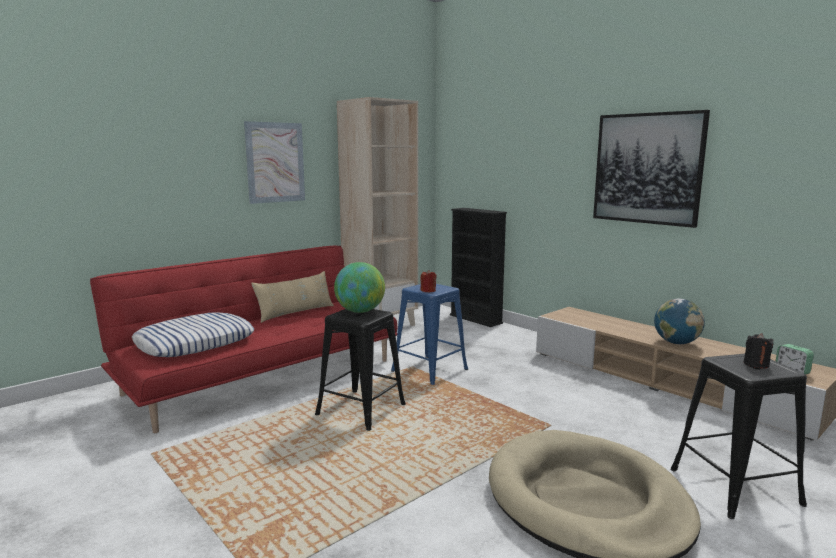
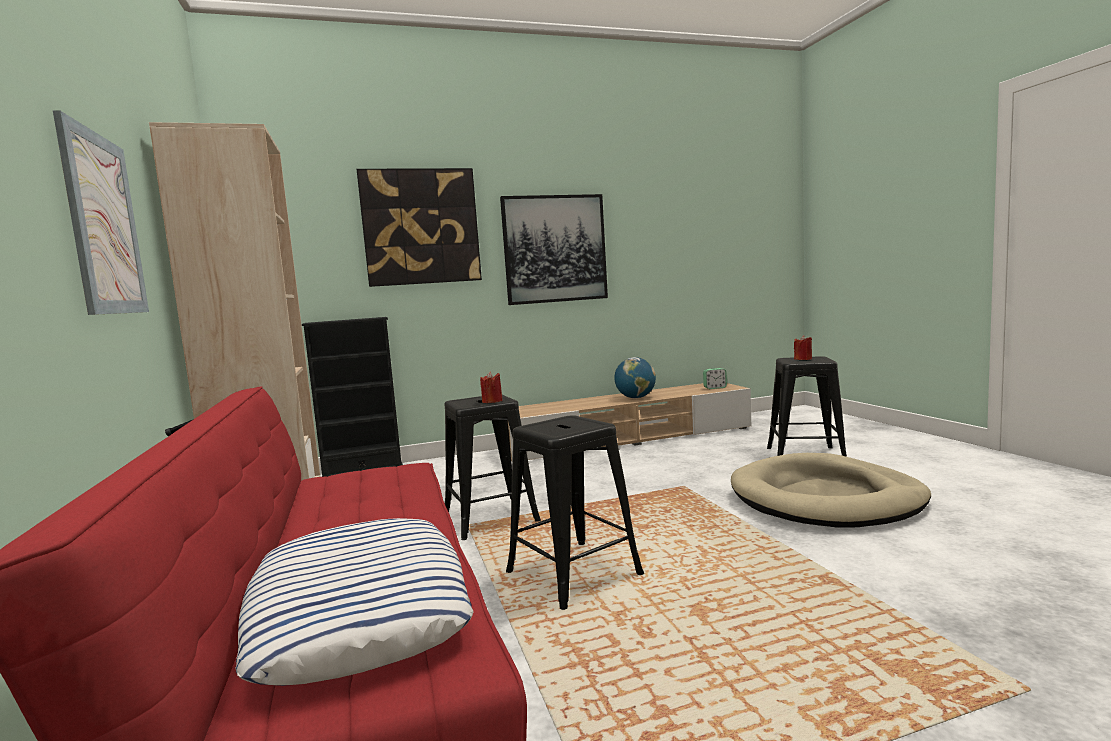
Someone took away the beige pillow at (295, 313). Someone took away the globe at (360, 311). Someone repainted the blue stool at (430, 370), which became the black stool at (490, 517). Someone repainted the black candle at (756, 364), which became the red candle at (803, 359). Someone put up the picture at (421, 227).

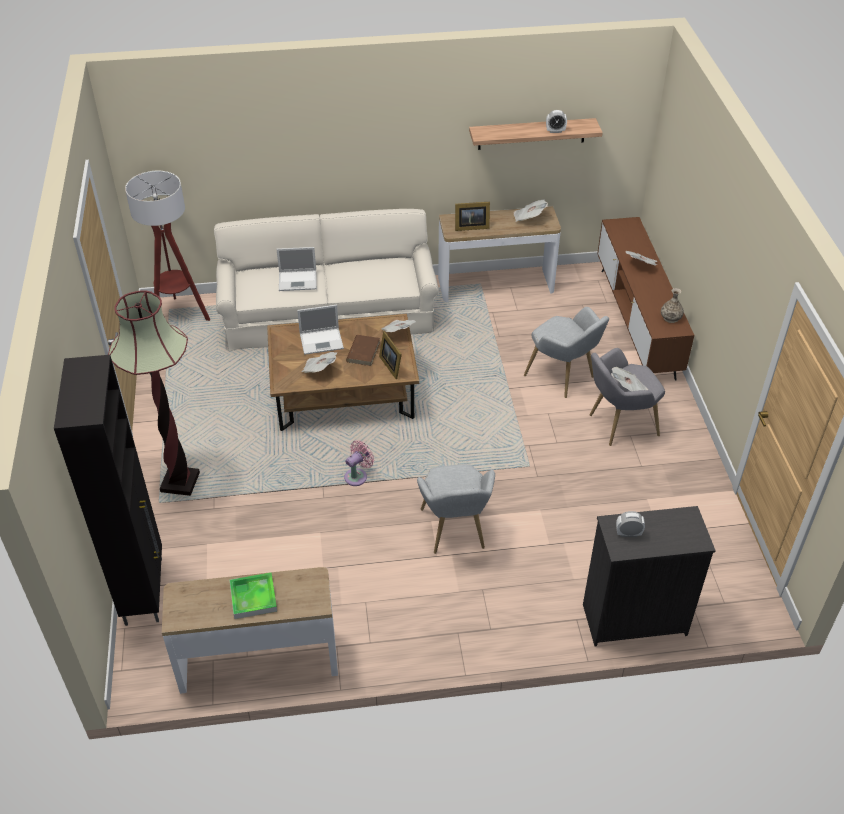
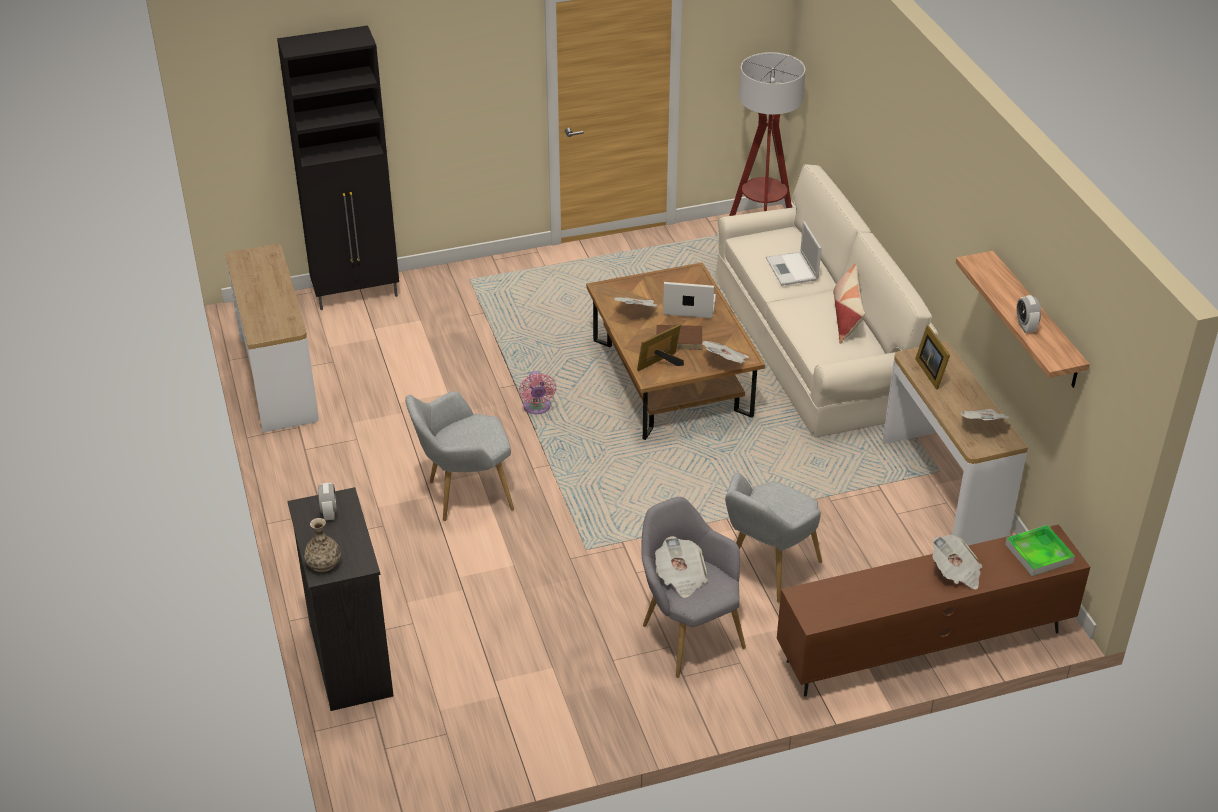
Someone took away the floor lamp at (180, 482). Someone carried the tray from (253, 597) to (1039, 553). Someone rotated the laptop at (322, 341) by 120 degrees clockwise. Someone rotated the pink fan at (357, 476) by 45 degrees clockwise. Someone carried the vase from (670, 317) to (323, 563). Someone put down the pillow at (847, 317).

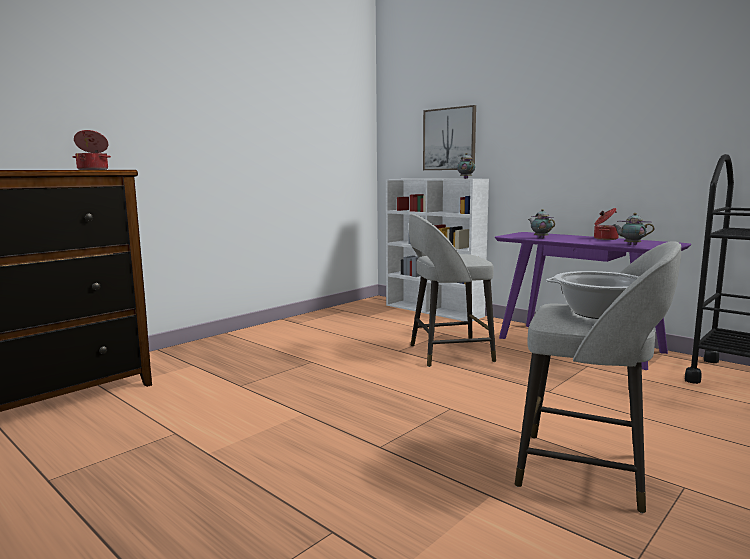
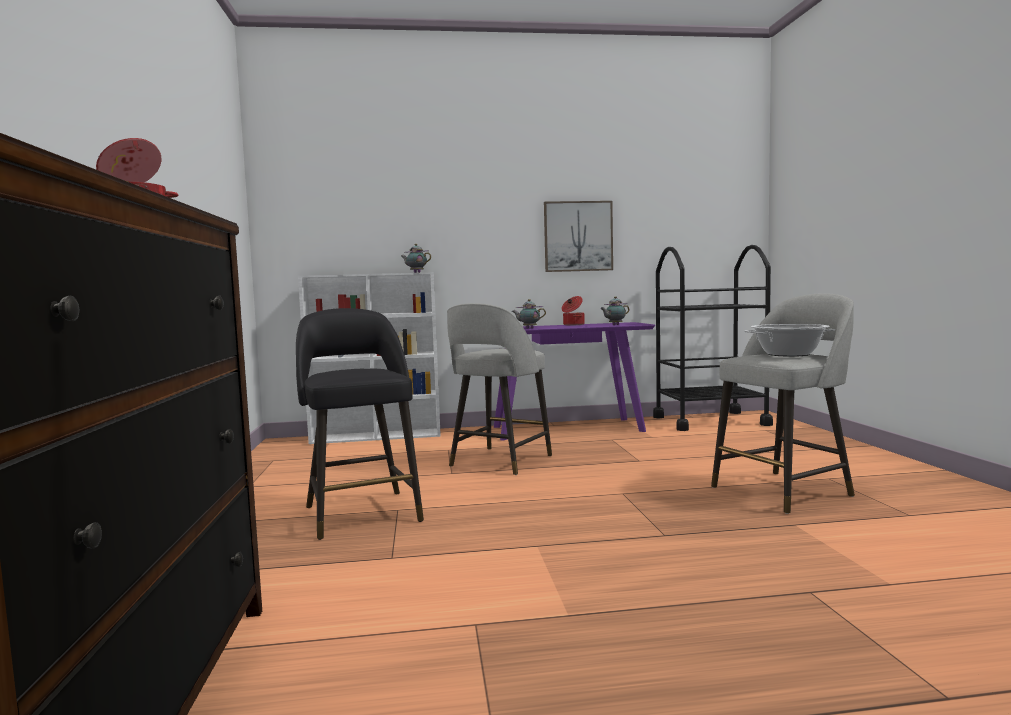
Someone carried the picture from (449, 139) to (578, 236). Someone put down the black stool at (362, 512).

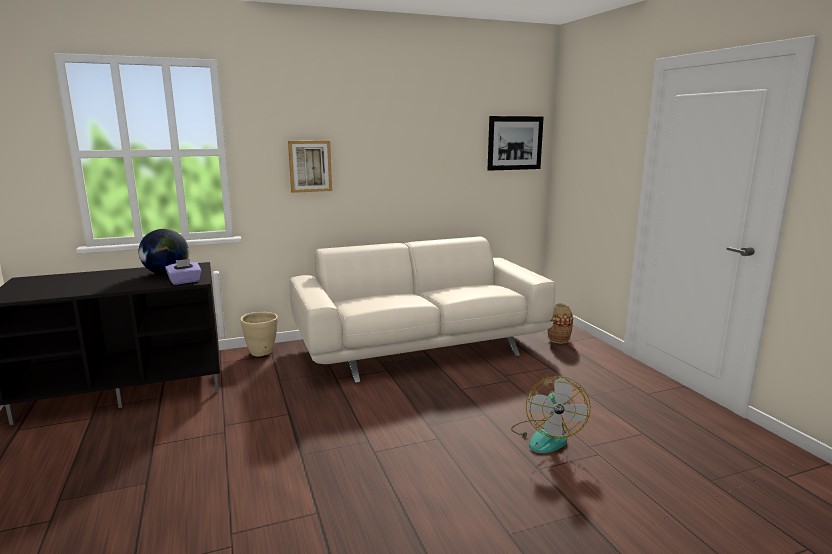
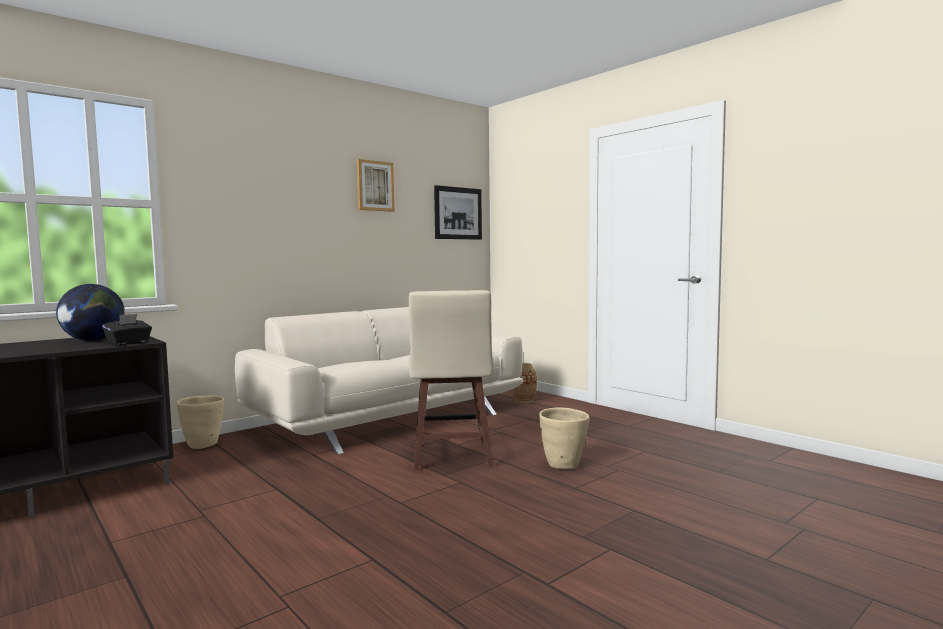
Someone repainted the purple tissue box at (185, 281), which became the black tissue box at (129, 343). Someone carried the picture from (310, 166) to (375, 186). Someone swapped the fan at (546, 436) for the beige planter at (564, 465). Someone put down the beige stool at (451, 456).

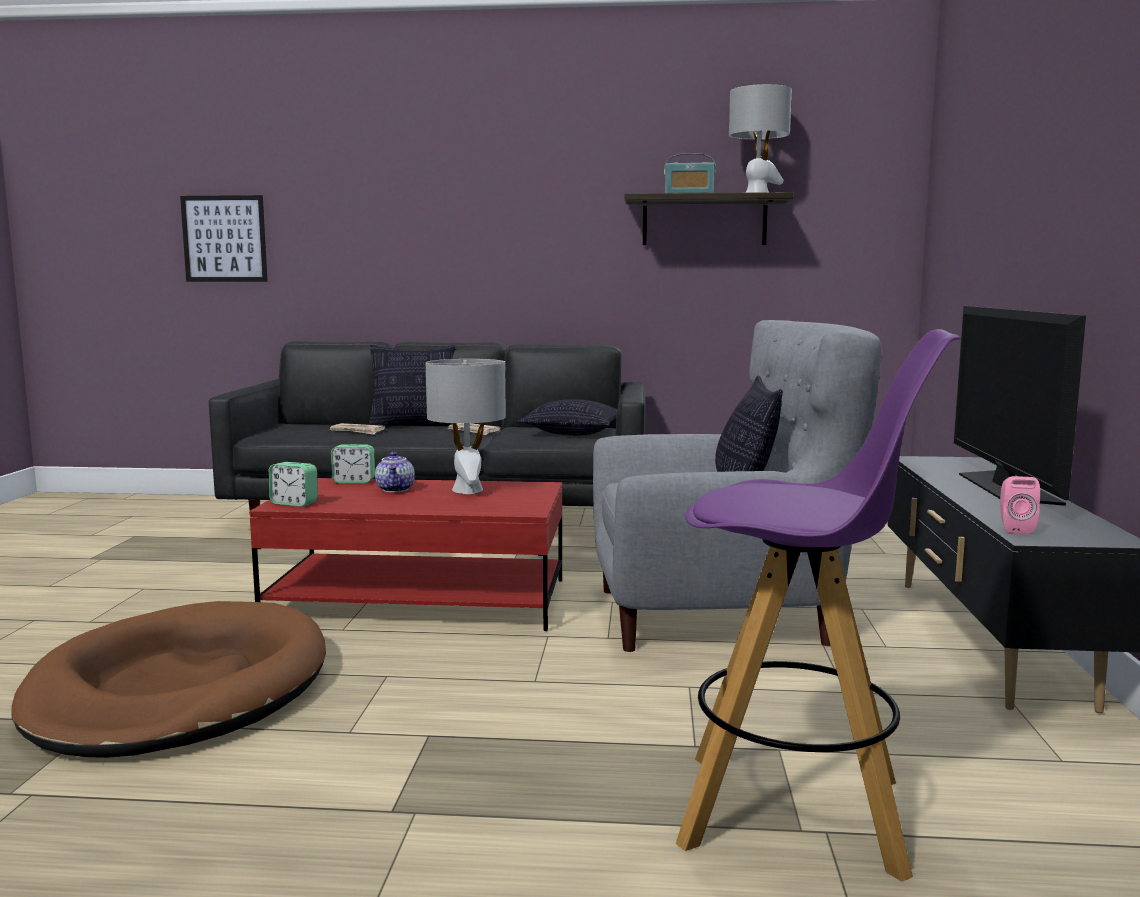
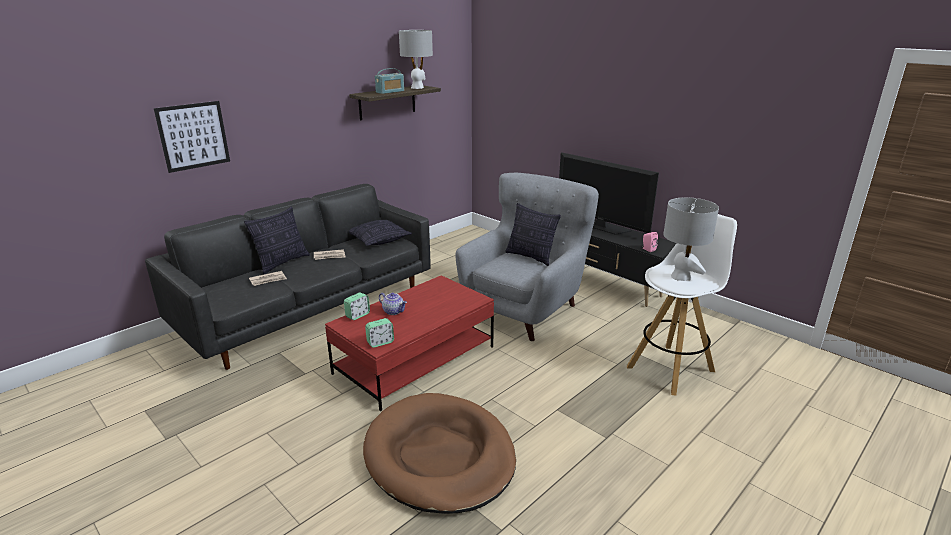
Someone carried the picture from (224, 239) to (193, 136). Someone carried the grey table lamp from (467, 490) to (681, 277). Someone repainted the purple stool at (796, 813), which became the white stool at (671, 368).

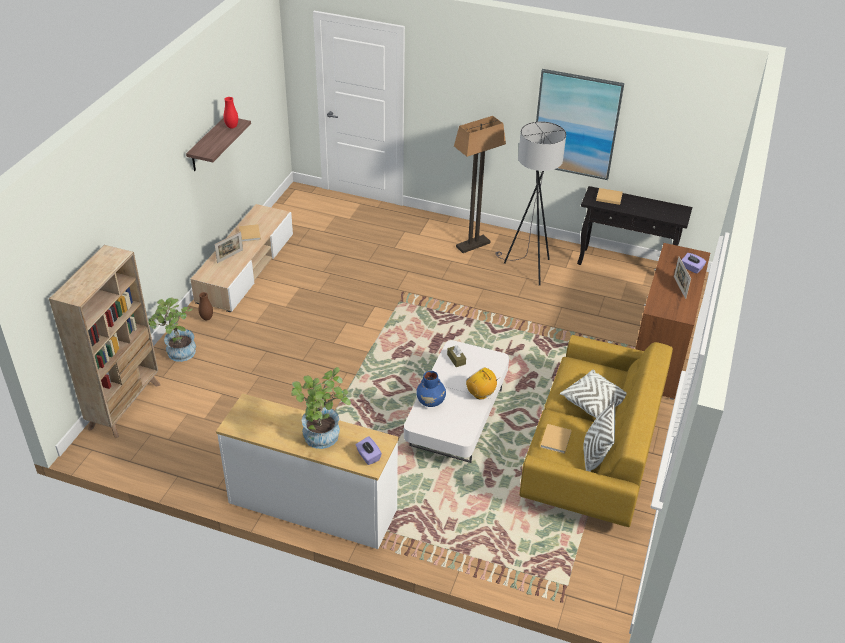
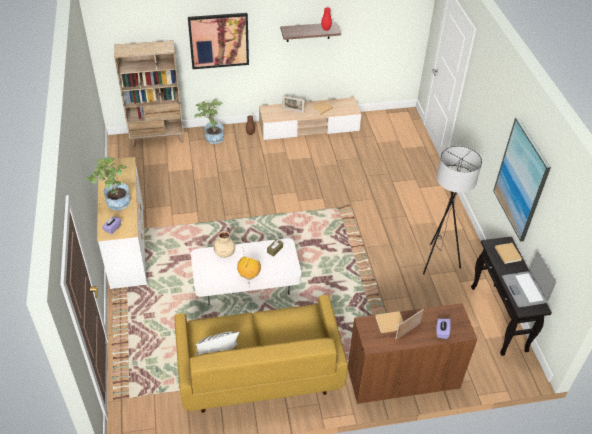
Someone repainted the blue vase at (431, 401), which became the beige vase at (224, 253). Someone took away the floor lamp at (473, 245). Someone carried the beige book from (555, 440) to (389, 323). Someone took away the white pillow at (594, 402). Someone put up the picture at (219, 40). Someone put down the laptop at (524, 289).

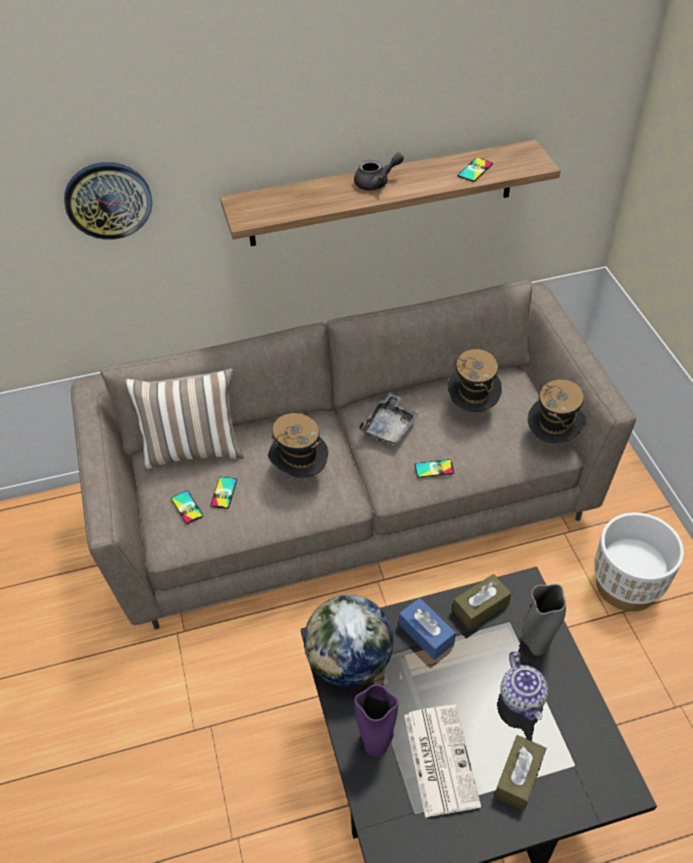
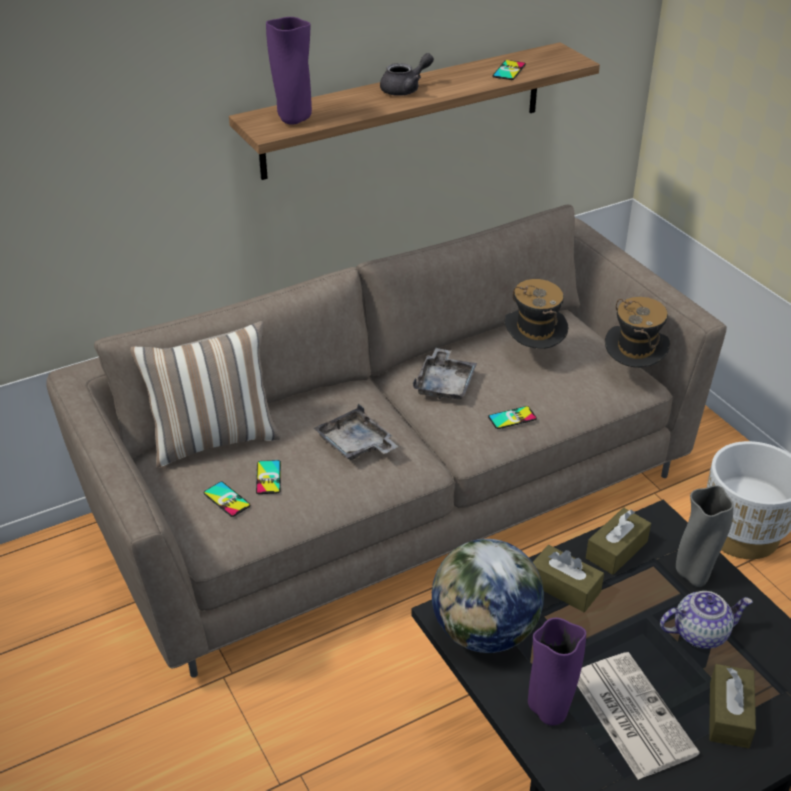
Someone took away the wall clock at (108, 200). Someone swapped the hat at (300, 474) for the grey tray at (355, 445). Someone repainted the blue tissue box at (426, 634), which became the brown tissue box at (564, 587). Someone rotated the teapot at (522, 698) by 75 degrees counterclockwise. Someone put down the purple vase at (293, 120).

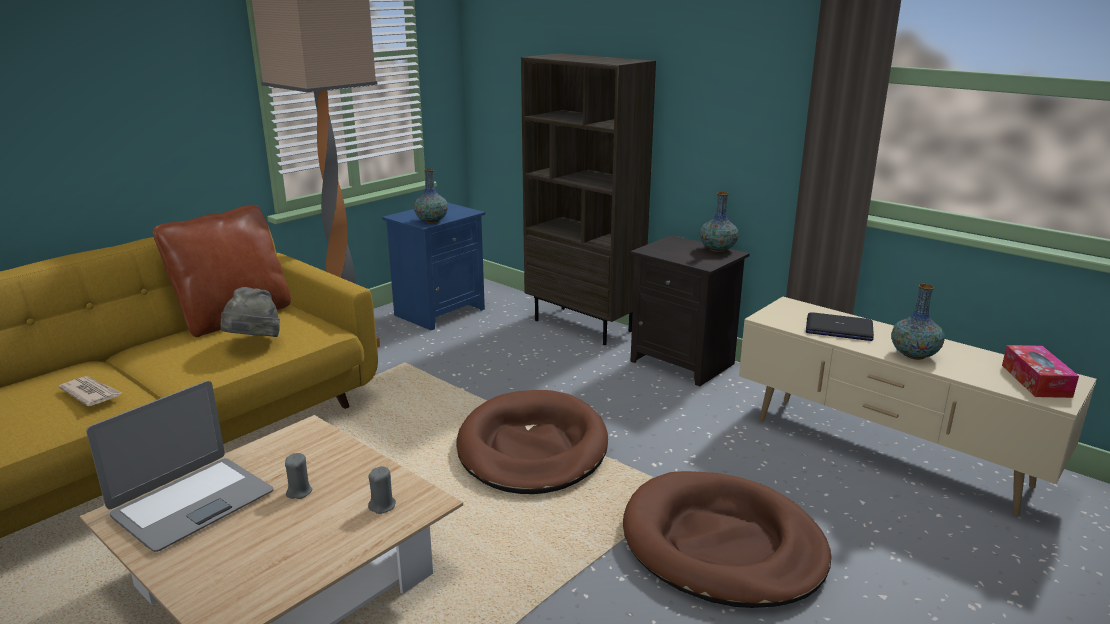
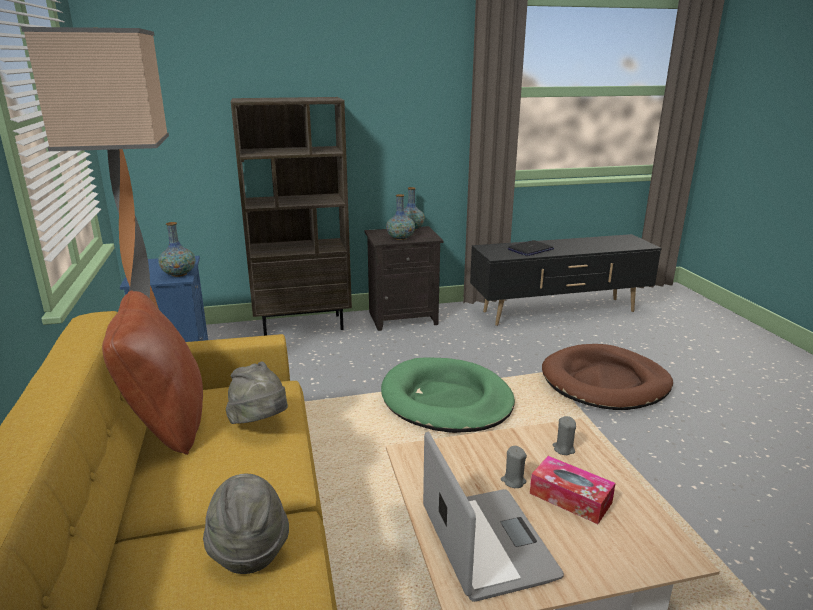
Someone swapped the newspaper at (91, 393) for the grey hat at (248, 549). Someone repainted the brown dog bed at (532, 448), which became the green dog bed at (446, 400). Someone repainted the beige tv stand at (887, 453), which became the black tv stand at (559, 312). Someone carried the vase from (914, 355) to (400, 238). Someone carried the tissue box from (1036, 381) to (570, 498).

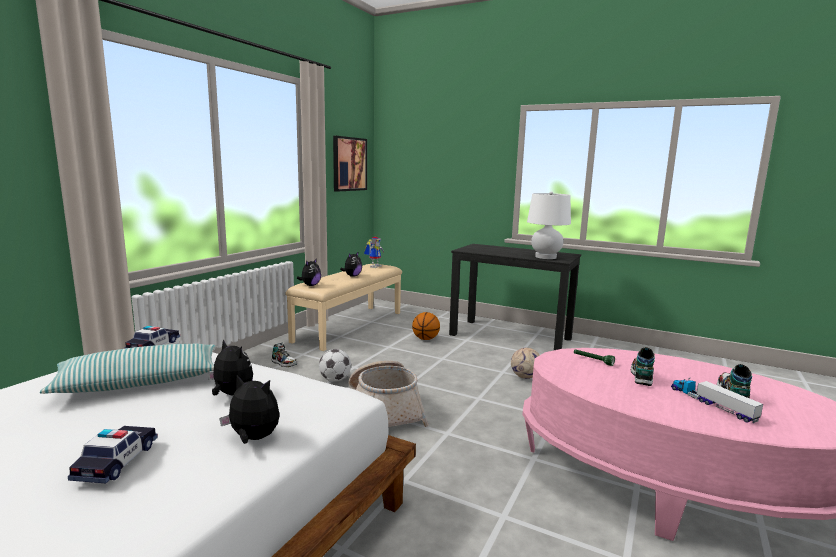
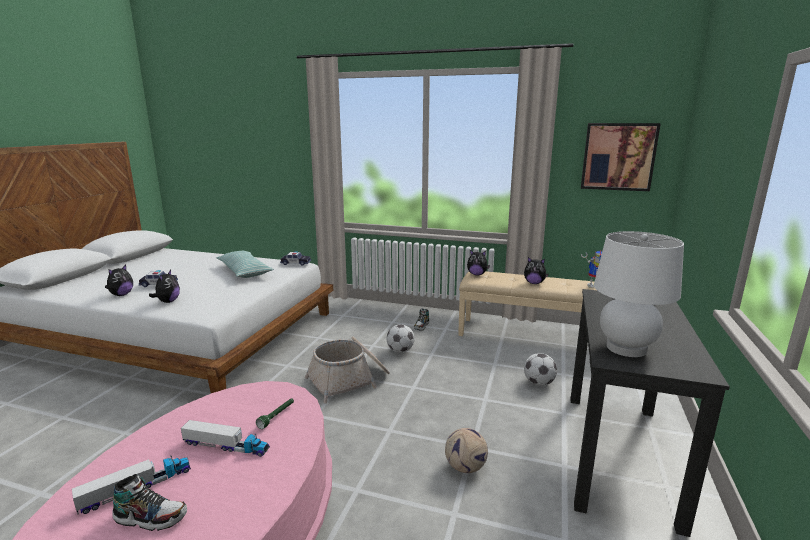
Someone carried the plush toy from (231, 394) to (121, 295). Someone swapped the basketball at (425, 339) for the football at (539, 383). Someone swapped the shoe at (641, 376) for the toy truck at (226, 446).

